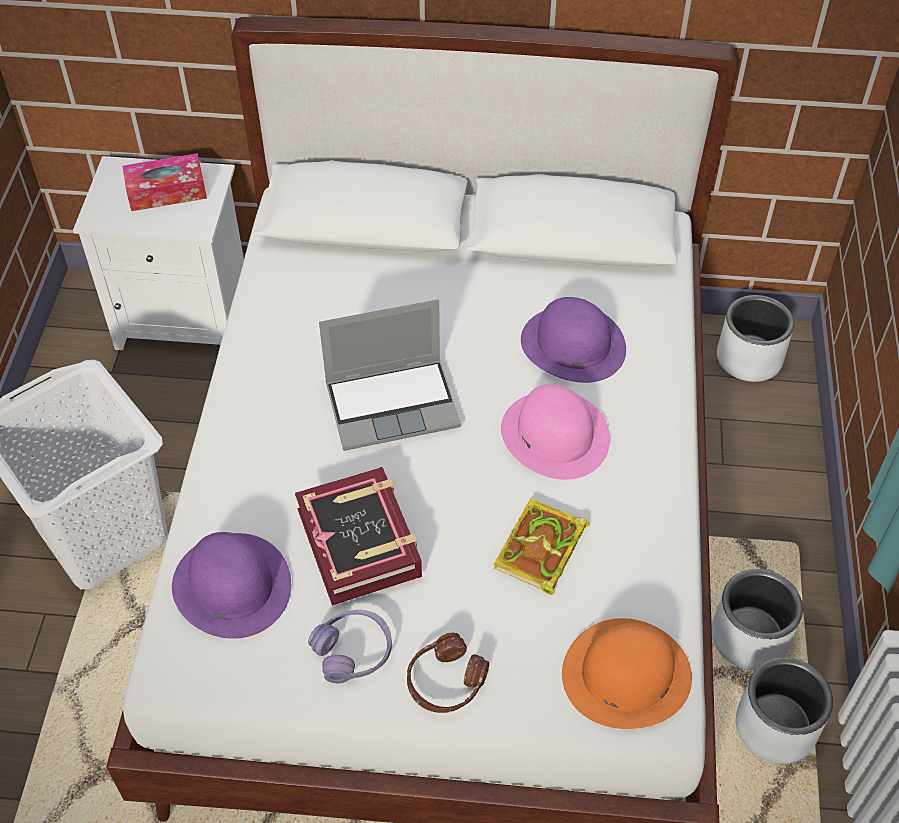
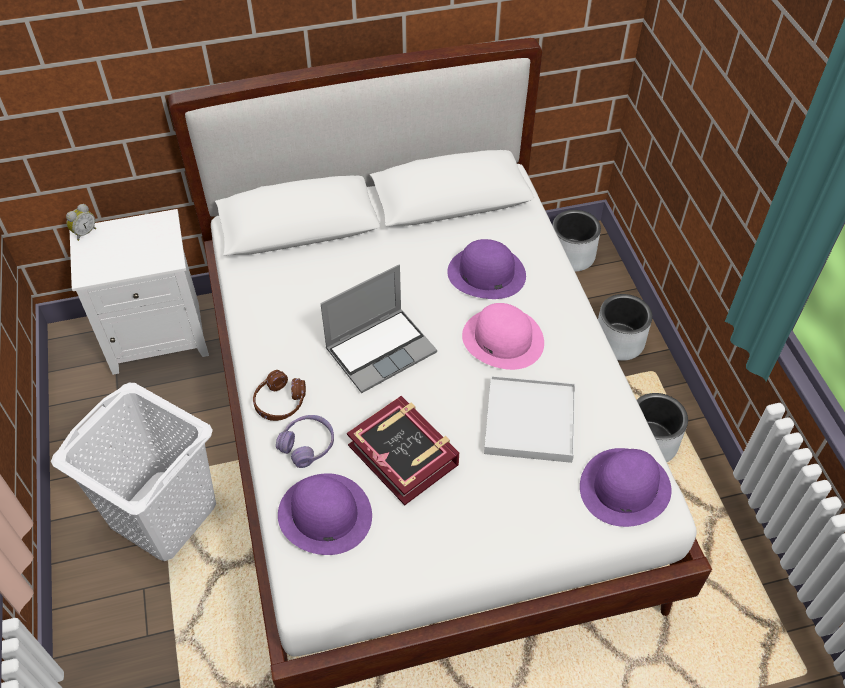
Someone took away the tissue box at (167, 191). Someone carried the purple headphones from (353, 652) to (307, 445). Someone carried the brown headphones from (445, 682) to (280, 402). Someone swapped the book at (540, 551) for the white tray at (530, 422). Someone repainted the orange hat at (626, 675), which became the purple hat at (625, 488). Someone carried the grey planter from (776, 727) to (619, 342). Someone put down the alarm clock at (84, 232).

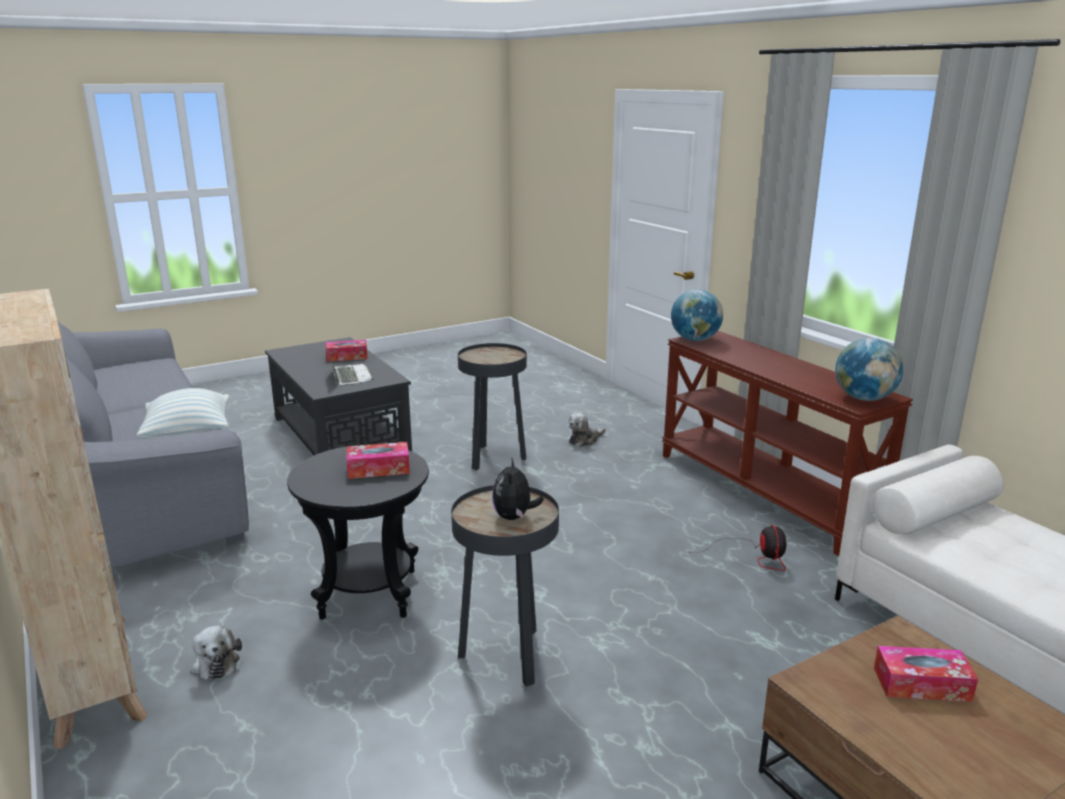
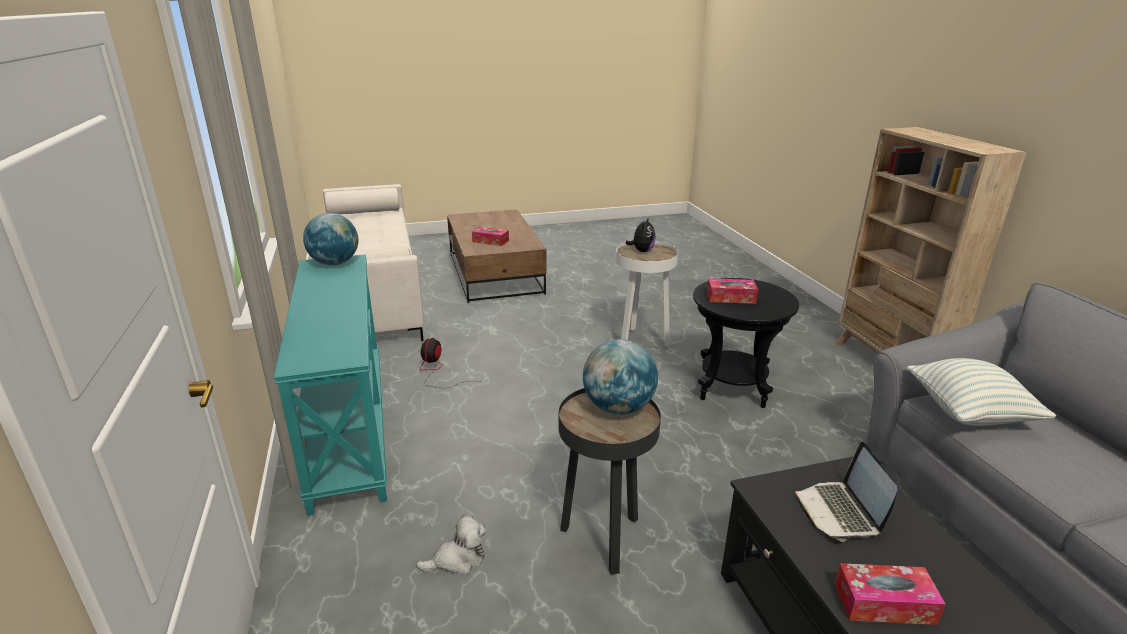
Someone took away the plush toy at (216, 662). Someone repainted the black side table at (506, 657), which became the white side table at (641, 341). Someone repainted the brown console table at (765, 492), which became the turquoise console table at (347, 426). Someone carried the globe from (695, 340) to (618, 408).

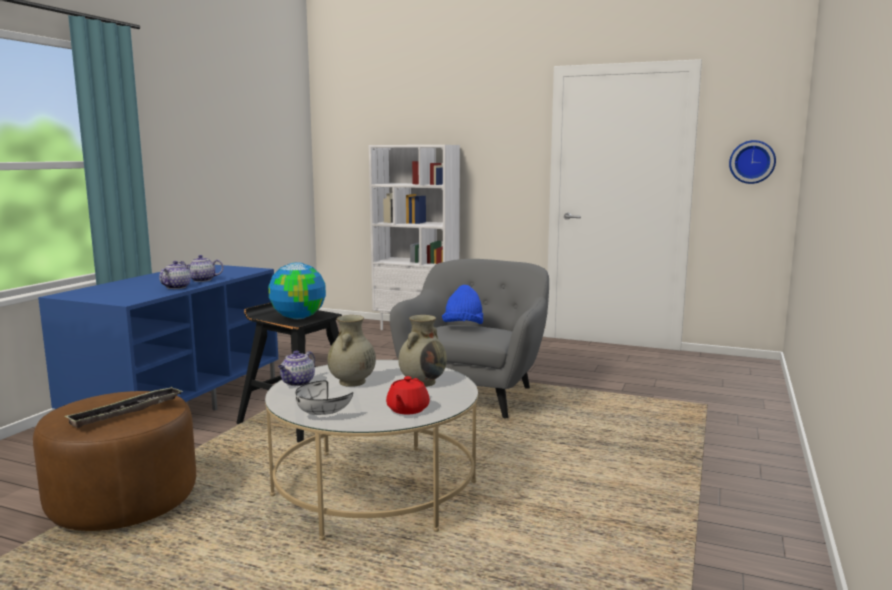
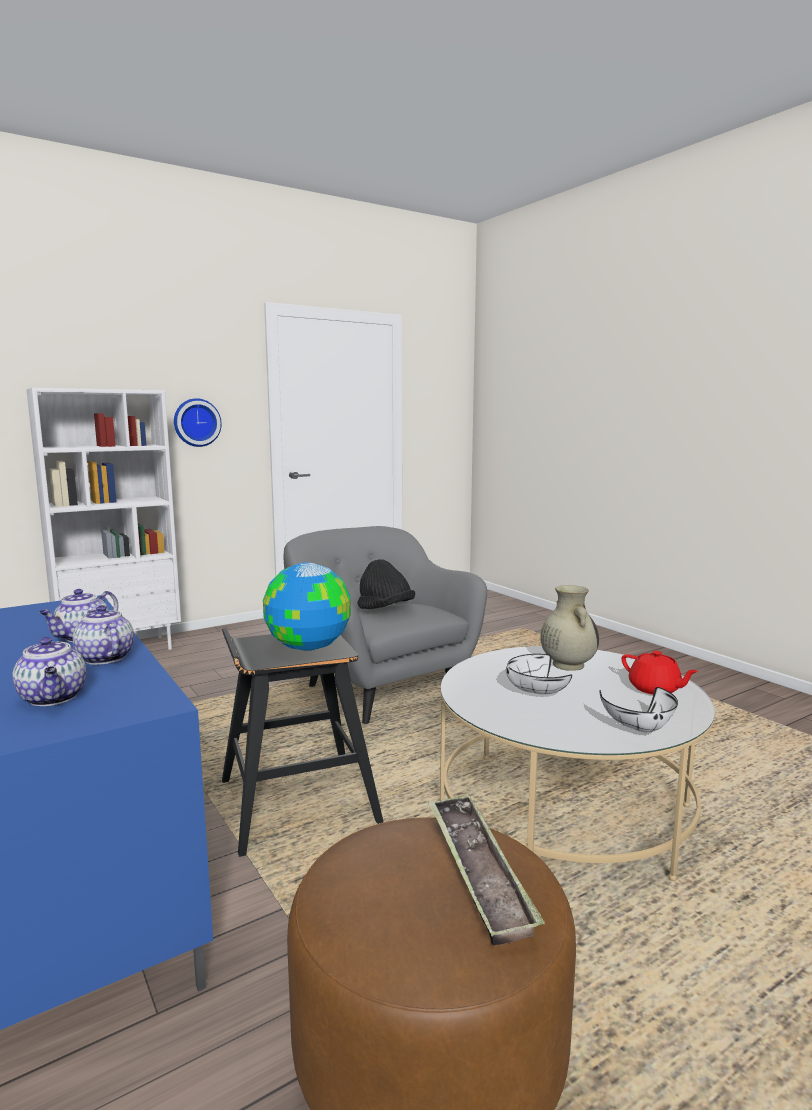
Someone carried the teapot from (297, 383) to (54, 698). Someone swapped the beige vase at (352, 382) for the white bowl at (534, 692). Someone repainted the blue hat at (463, 327), which became the black hat at (385, 610). Someone carried the wall clock from (752, 162) to (196, 422).

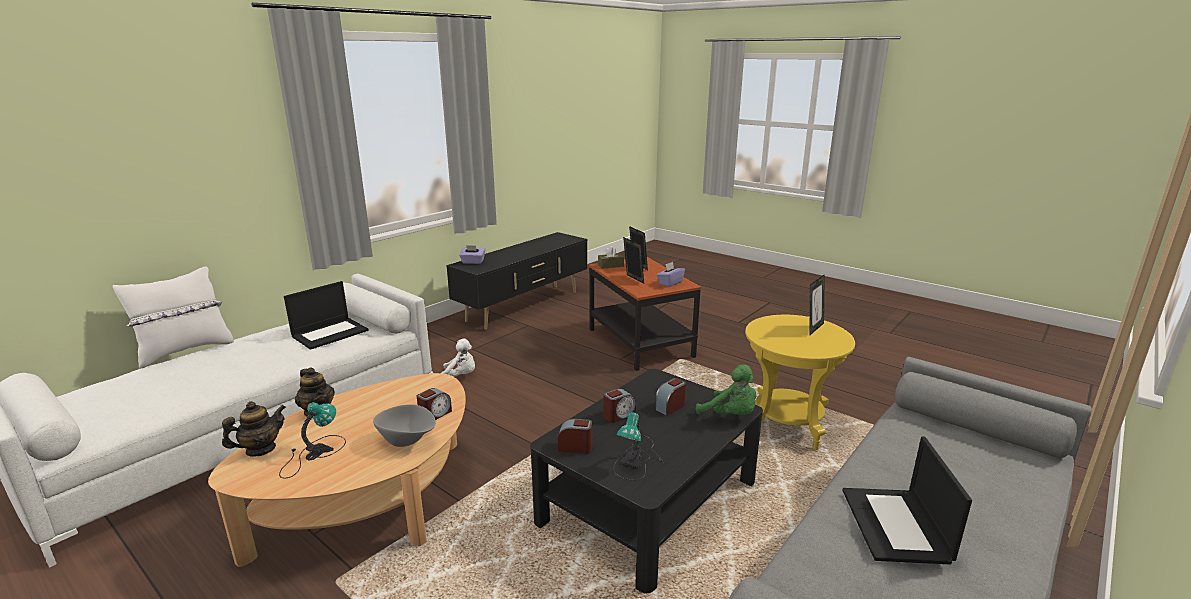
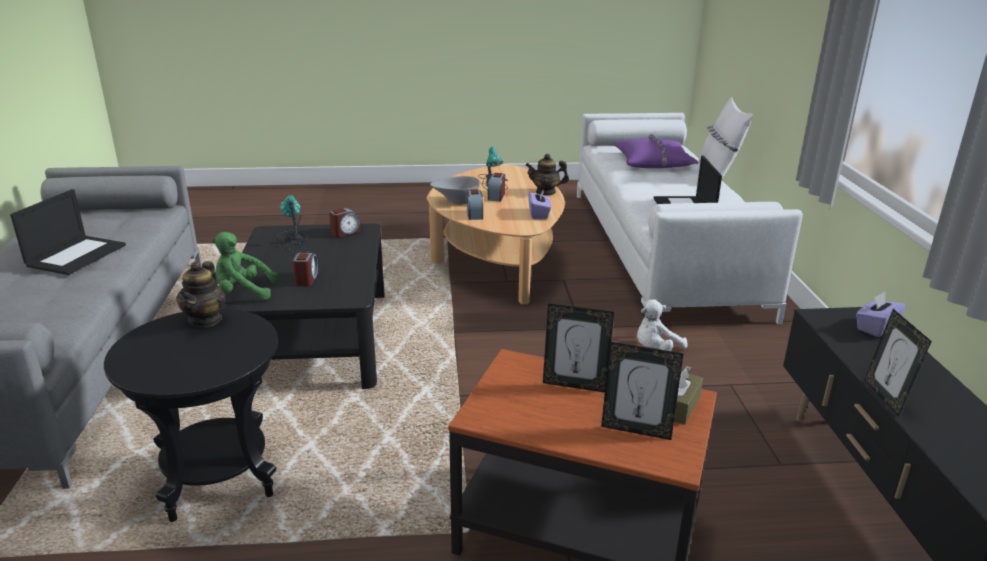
Someone carried the teapot from (260, 449) to (205, 319). Someone carried the alarm clock from (619, 415) to (496, 196). Someone carried the purple tissue box from (670, 283) to (539, 214). Someone repainted the yellow side table at (786, 427), which became the black side table at (218, 479). Someone carried the picture frame from (813, 328) to (885, 397). Someone rotated the laptop at (896, 526) by 60 degrees clockwise. Someone put down the purple pillow at (653, 162).

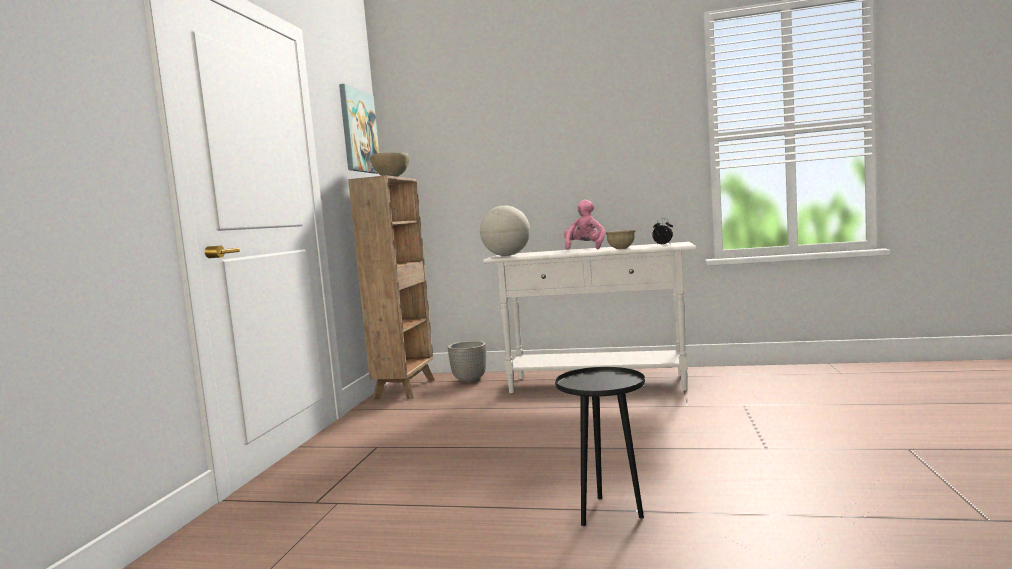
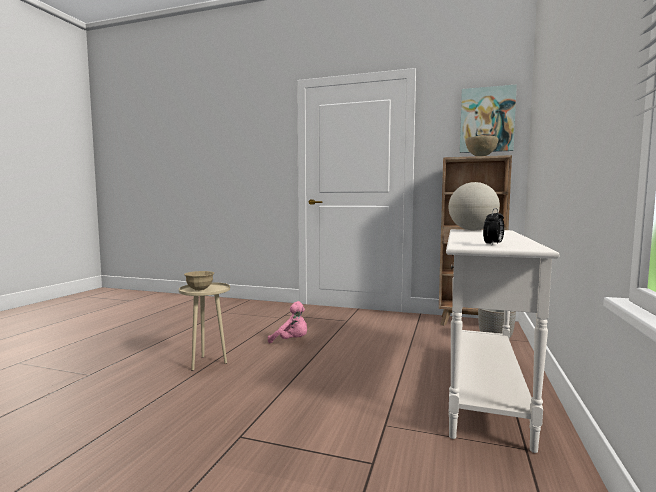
Someone repainted the black side table at (608, 513), which became the beige side table at (207, 363). Someone carried the pink plush toy from (585, 248) to (291, 341). Someone carried the beige bowl from (621, 248) to (199, 289).

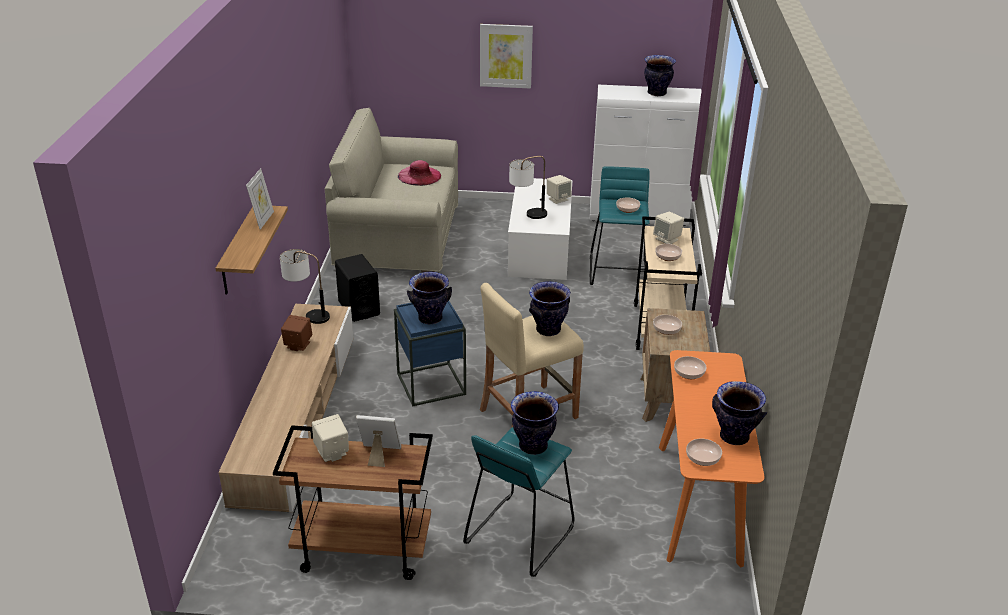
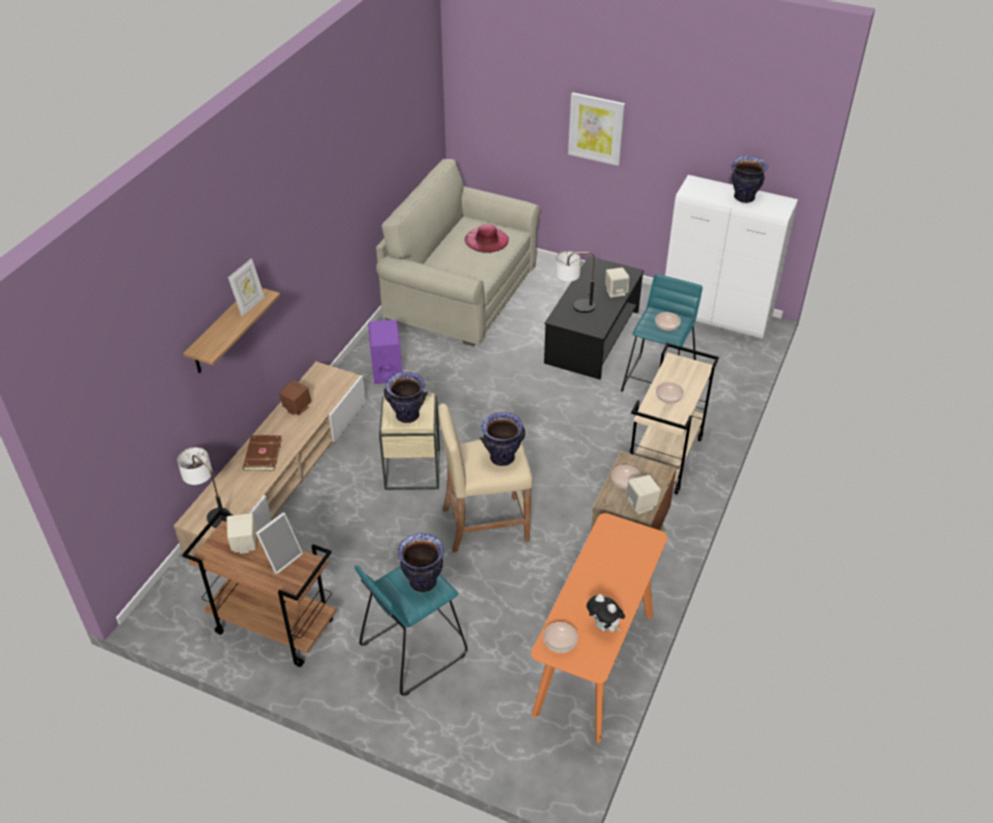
Someone carried the table lamp from (307, 314) to (212, 512). Someone repainted the black speaker at (359, 308), which became the purple speaker at (387, 370). Someone rotated the picture frame at (379, 455) by 105 degrees clockwise. Someone repainted the blue side table at (431, 384), which became the beige side table at (412, 469). Someone repainted the white coffee table at (540, 249), which became the black coffee table at (592, 336). Someone carried the beige speaker from (667, 239) to (641, 505). Someone took away the bowl at (689, 373). Someone swapped the vase at (734, 436) for the plush toy at (604, 627). Someone put down the brown book at (261, 455).

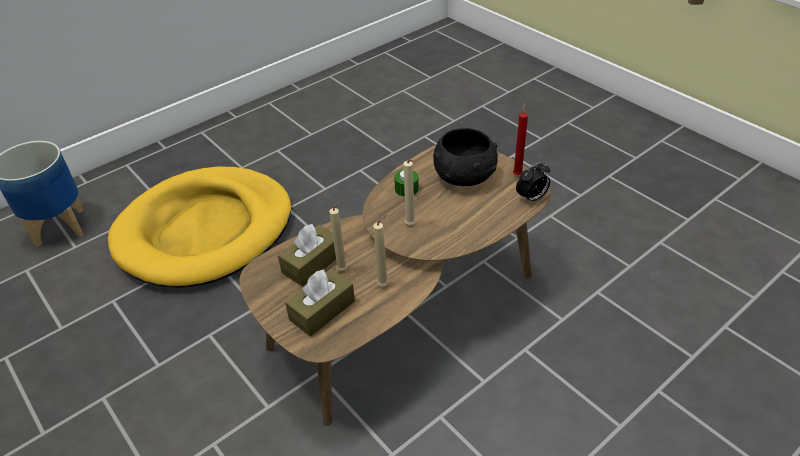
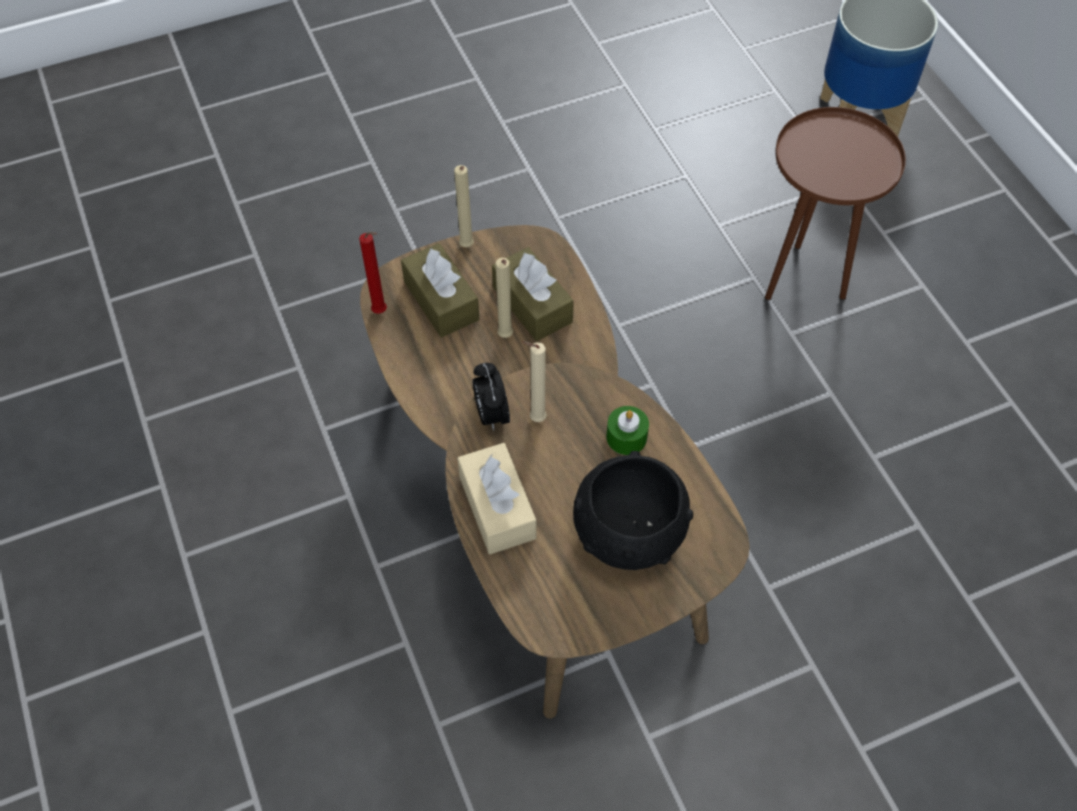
Someone swapped the yellow dog bed at (205, 231) for the brown side table at (802, 280). Someone carried the beige candle from (384, 284) to (466, 247). Someone carried the red candle from (517, 174) to (381, 312). Someone carried the alarm clock from (531, 198) to (491, 414). Someone put down the beige tissue box at (497, 507).

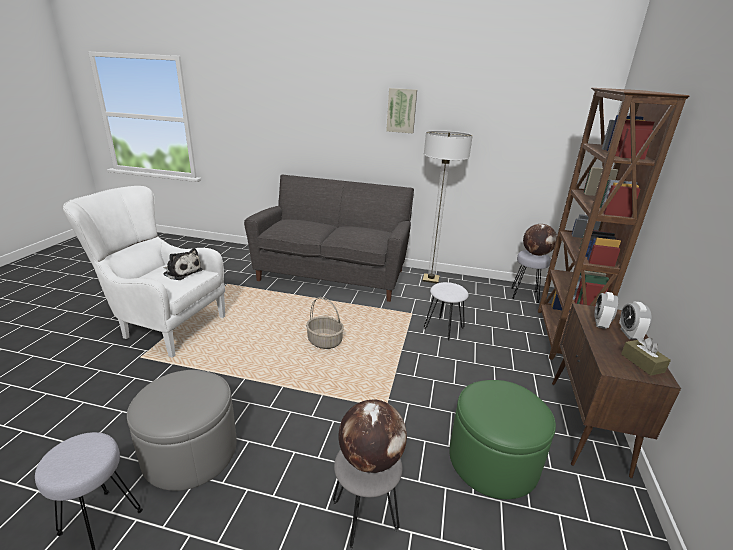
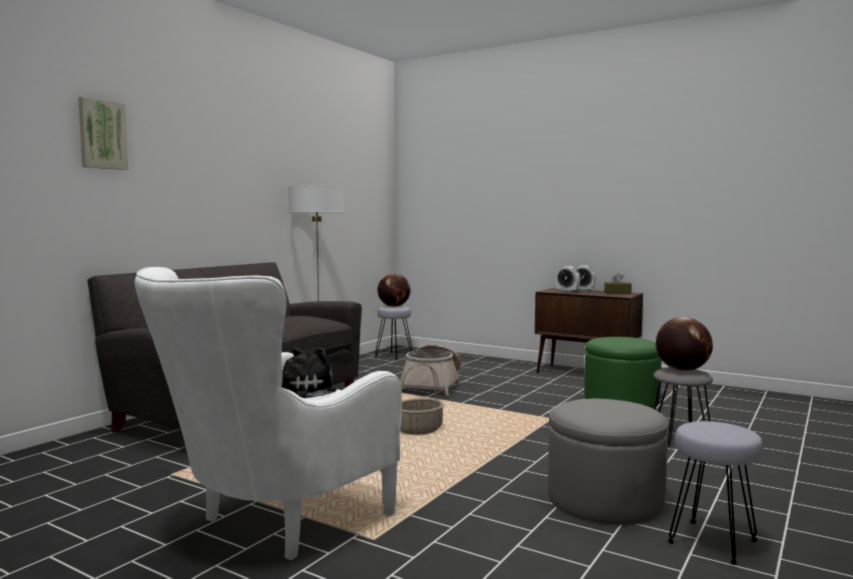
Someone carried the picture from (401, 110) to (102, 134). Someone swapped the white stool at (444, 329) for the basket at (432, 386). Someone took away the brown bookcase at (561, 336).

